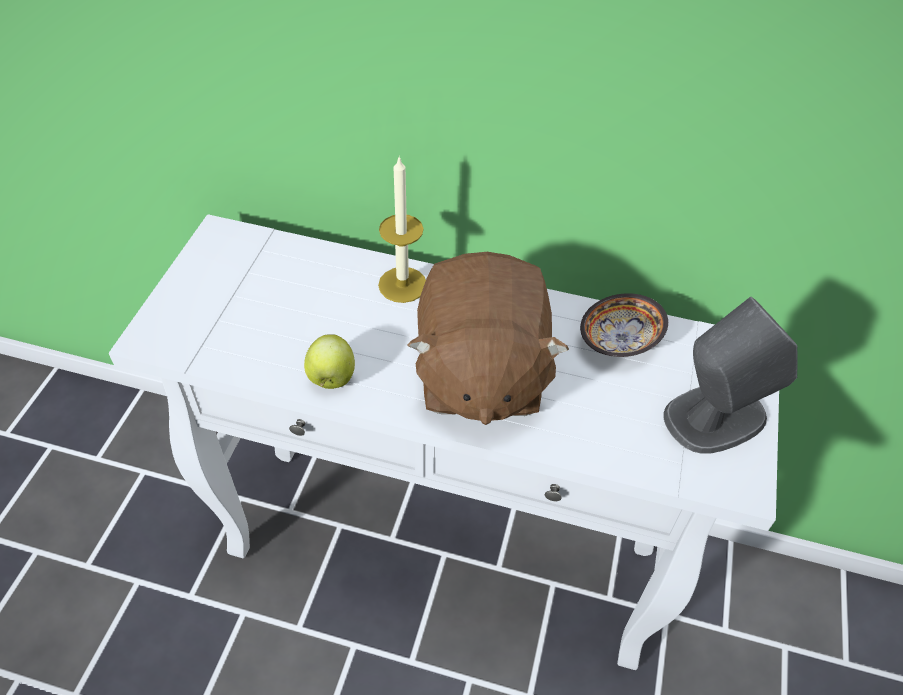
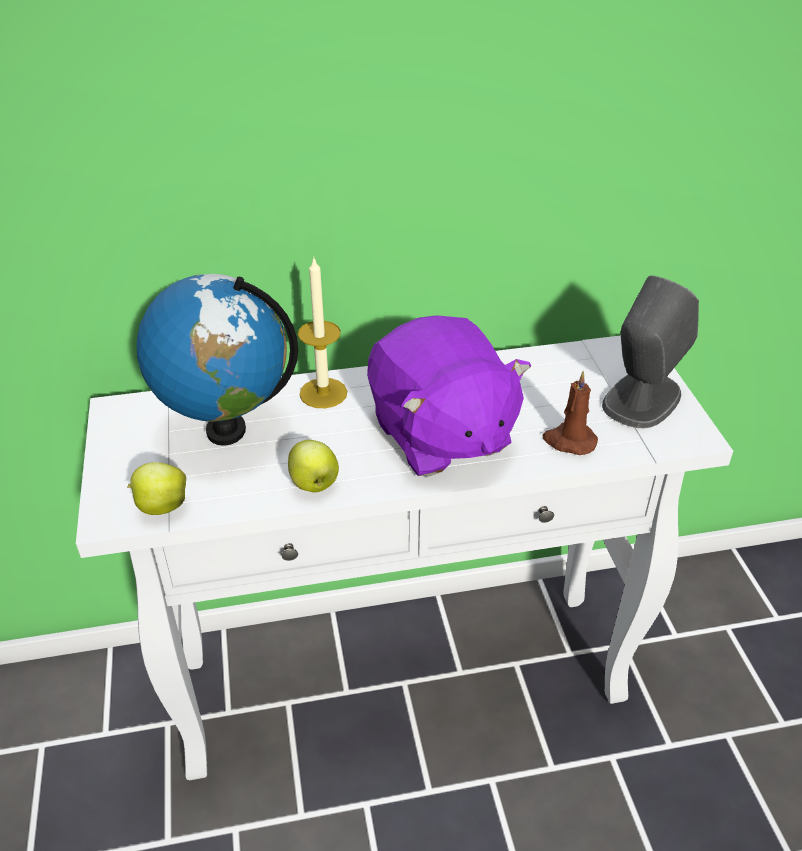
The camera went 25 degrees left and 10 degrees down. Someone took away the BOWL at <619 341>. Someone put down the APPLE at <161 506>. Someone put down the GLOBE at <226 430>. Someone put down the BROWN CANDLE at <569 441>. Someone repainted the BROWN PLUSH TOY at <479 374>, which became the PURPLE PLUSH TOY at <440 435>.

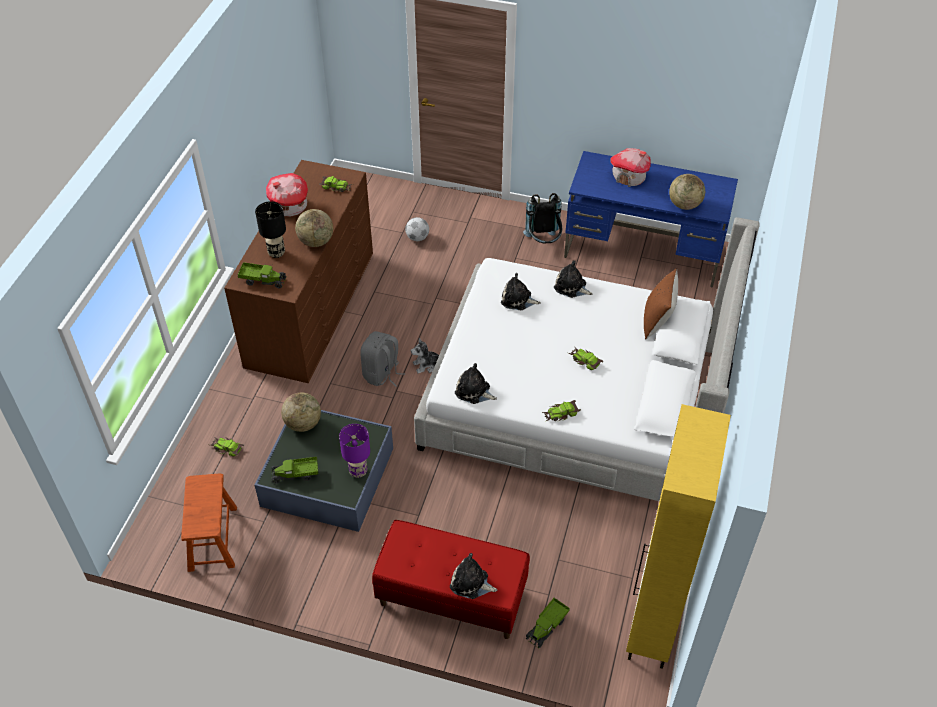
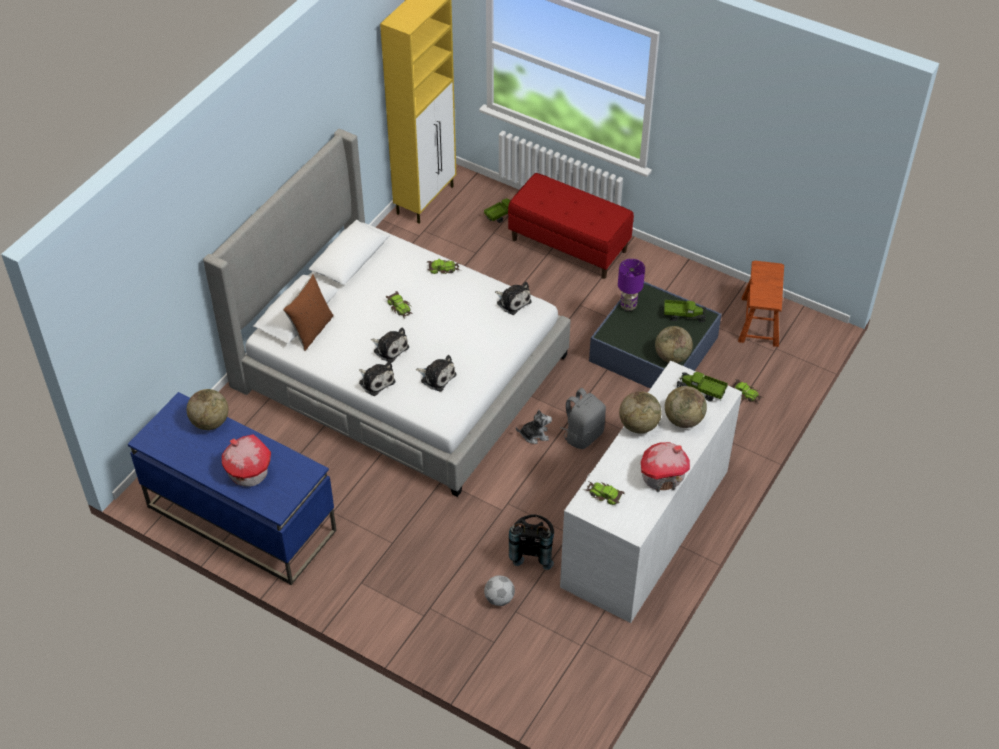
The camera went 165 degrees left and 0 degrees up. Someone carried the PLUSH TOY from <471 583> to <390 348>. Someone carried the BLACK BACKPACK from <543 242> to <532 551>. Someone swapped the BLACK TABLE LAMP at <276 253> for the GLOBE at <683 420>. Someone repainted the BROWN DRESSER at <311 308>, which became the WHITE DRESSER at <645 527>.

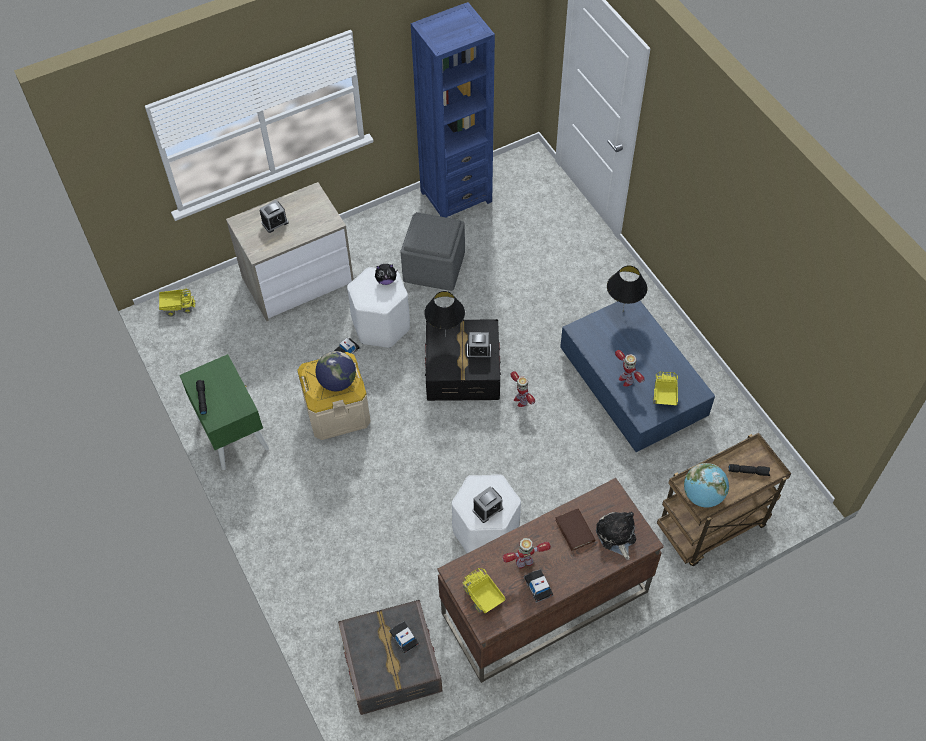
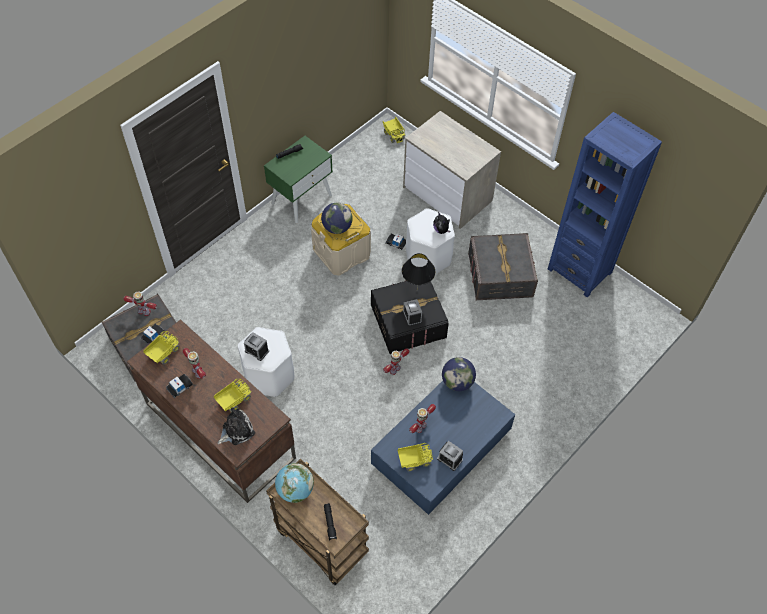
The camera went 70 degrees right and 0 degrees up. Someone took away the BLACK TABLE LAMP at <622 312>. Someone put down the TOY ROBOT at <144 312>. Someone put down the GLOBE at <457 382>. Someone carried the ALARM CLOCK from <275 222> to <449 459>. Someone swapped the GREY OTTOMAN at <433 266> for the GREY STORAGE BOX at <500 275>. Someone swapped the BROWN BOOK at <575 530> for the TOY TRUCK at <234 400>.

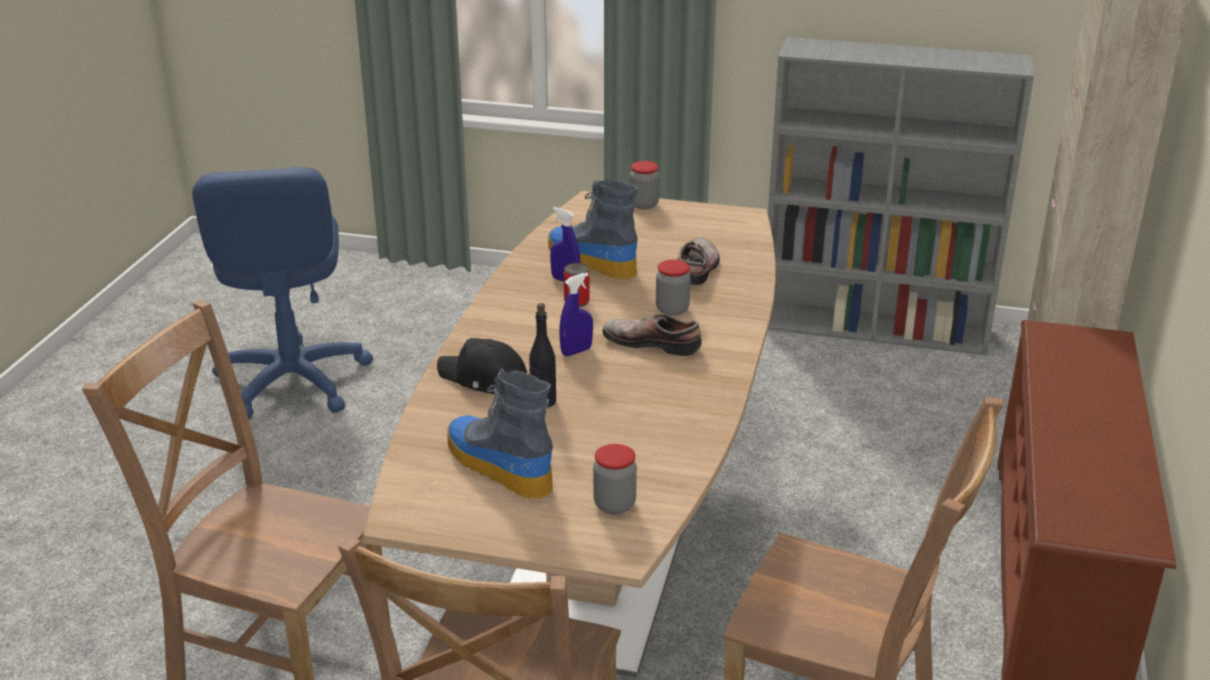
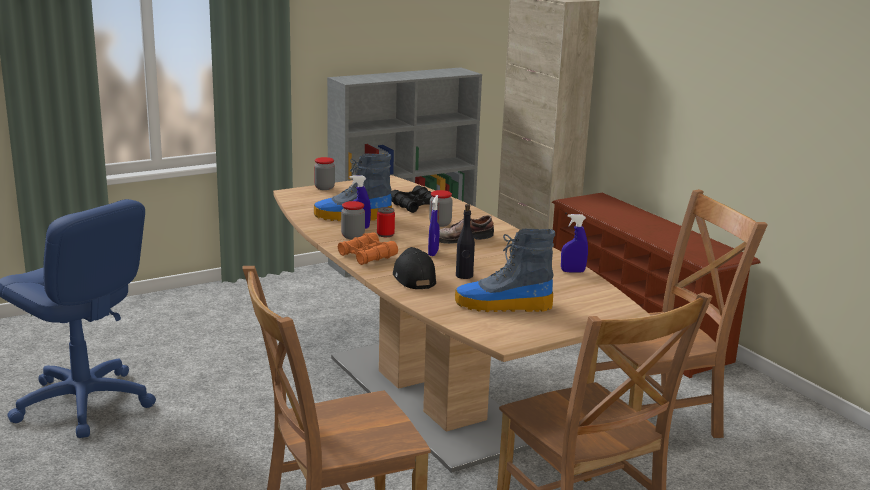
The camera went 45 degrees left and 10 degrees down. Someone put down the ORANGE BINOCULARS at <367 256>. Someone put down the BLUE SPRAY BOTTLE at <572 271>. Someone carried the JAR from <614 504> to <353 236>. Someone swapped the SHOE at <698 269> for the BLACK BINOCULARS at <415 205>. Someone rotated the BLACK CAP at <483 379> by 90 degrees clockwise.

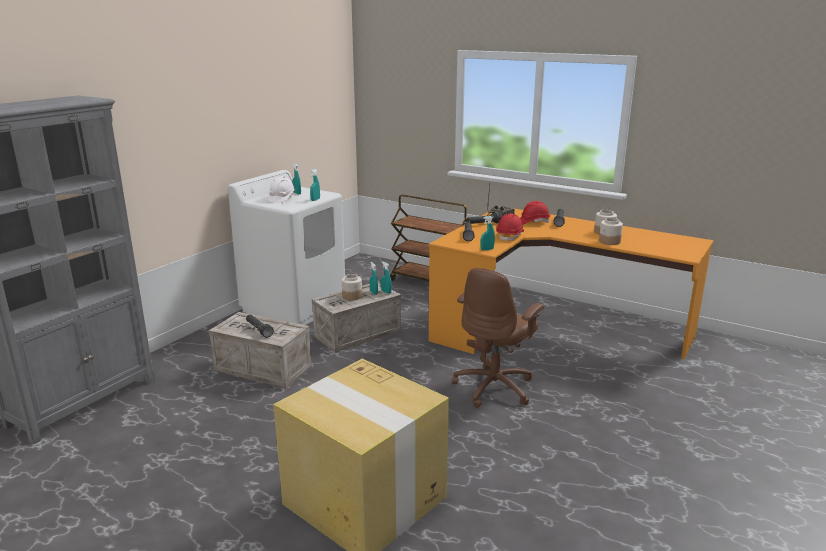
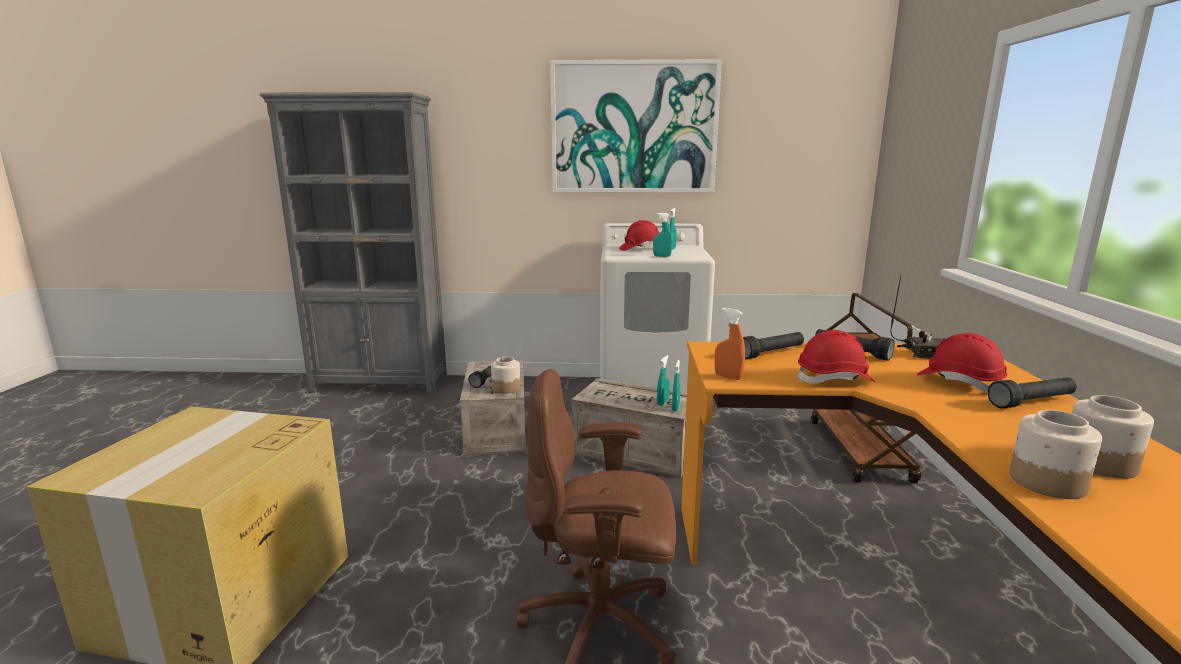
The camera went 60 degrees right and 5 degrees down. Someone put up the PICTURE at <634 128>. Someone carried the JAR from <352 296> to <506 388>. Someone repainted the WHITE HARD HAT at <281 198>, which became the RED HARD HAT at <640 249>. Someone repainted the TURQUOISE SPRAY BOTTLE at <487 249>, which became the ORANGE SPRAY BOTTLE at <728 377>.

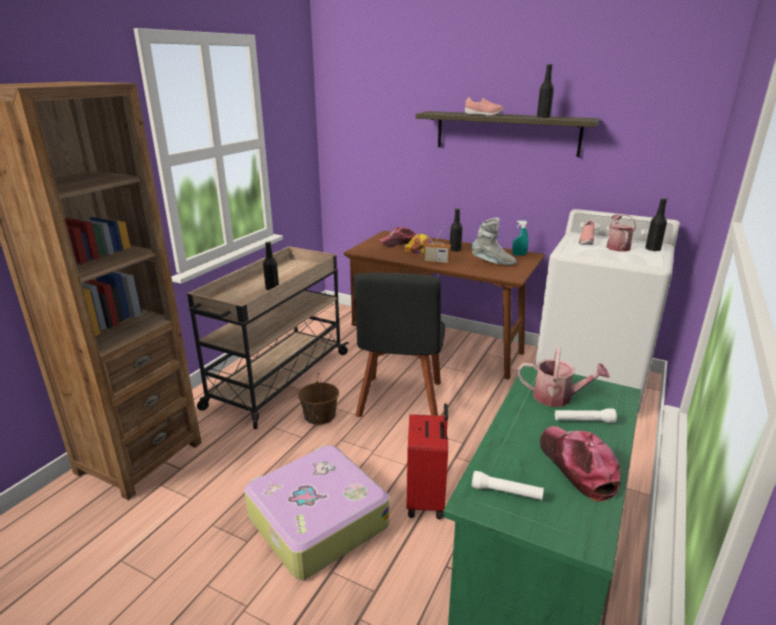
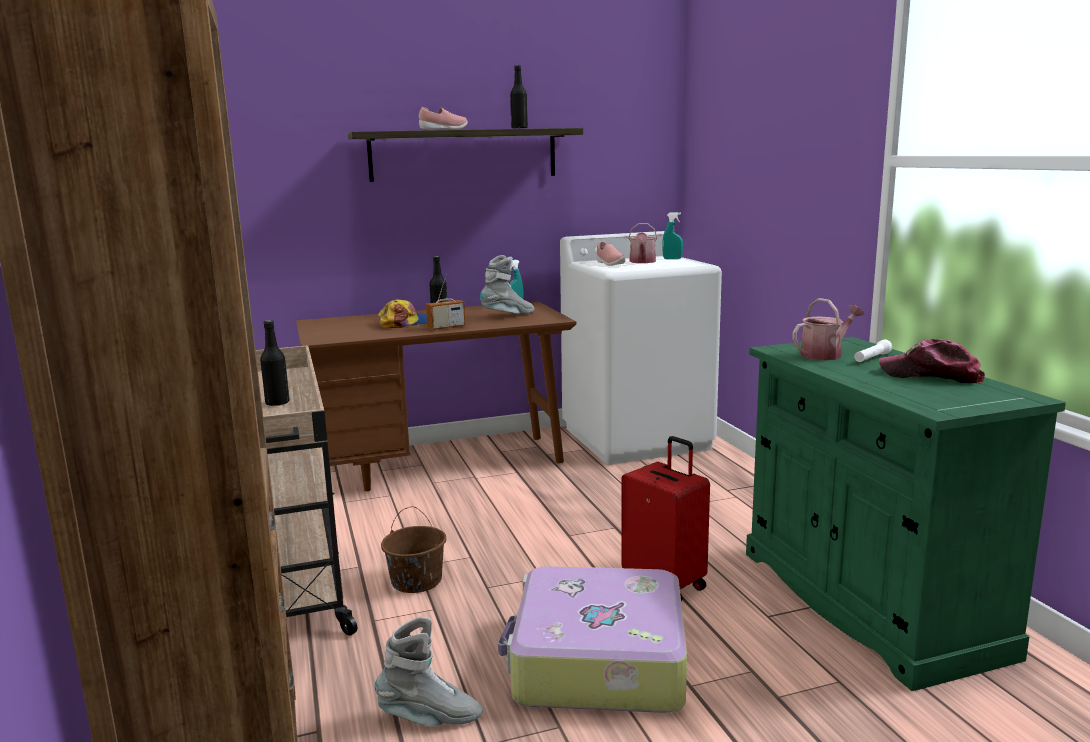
The camera went 45 degrees left and 10 degrees down. Someone took away the BLACK CHAIR at <400 402>. Someone took away the CAP at <399 243>. Someone took away the WHITE FLASHLIGHT at <506 492>. Someone put down the GREY BOOT at <430 718>. Someone swapped the BLACK BOTTLE at <652 249> for the TURQUOISE SPRAY BOTTLE at <672 259>. Someone rotated the WATERING CAN at <617 246> by 135 degrees counterclockwise.

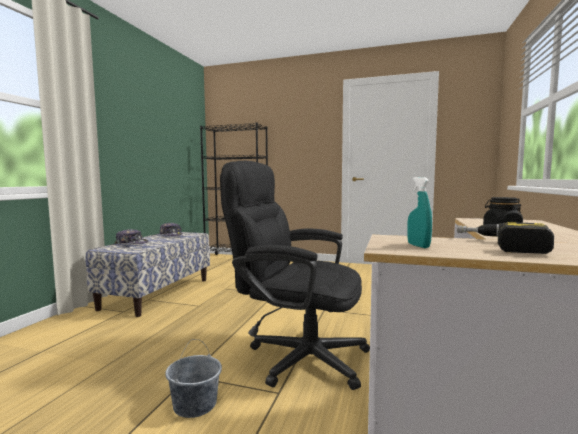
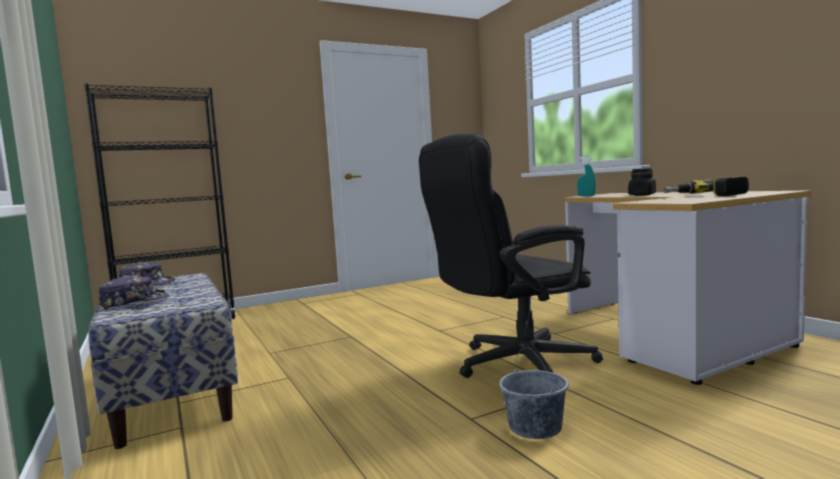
The camera went 45 degrees left and 0 degrees up. Someone carried the TURQUOISE SPRAY BOTTLE from <418 246> to <586 196>.

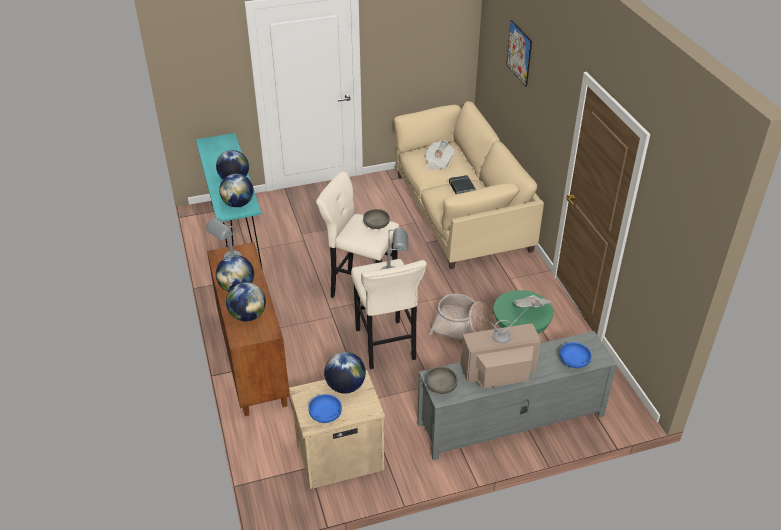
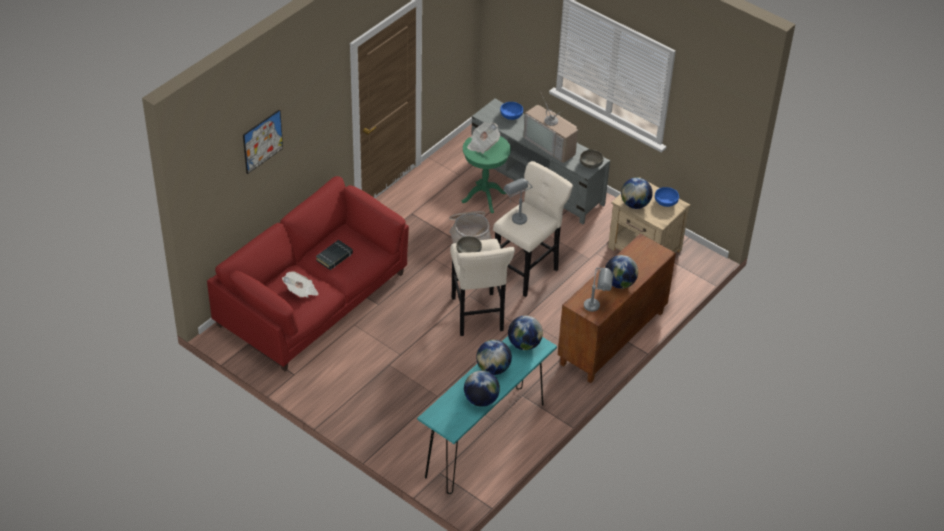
The camera went 125 degrees left and 5 degrees up. Someone carried the GLOBE from <248 316> to <481 400>. Someone repainted the BEIGE SOFA at <460 212>, which became the RED SOFA at <312 300>.

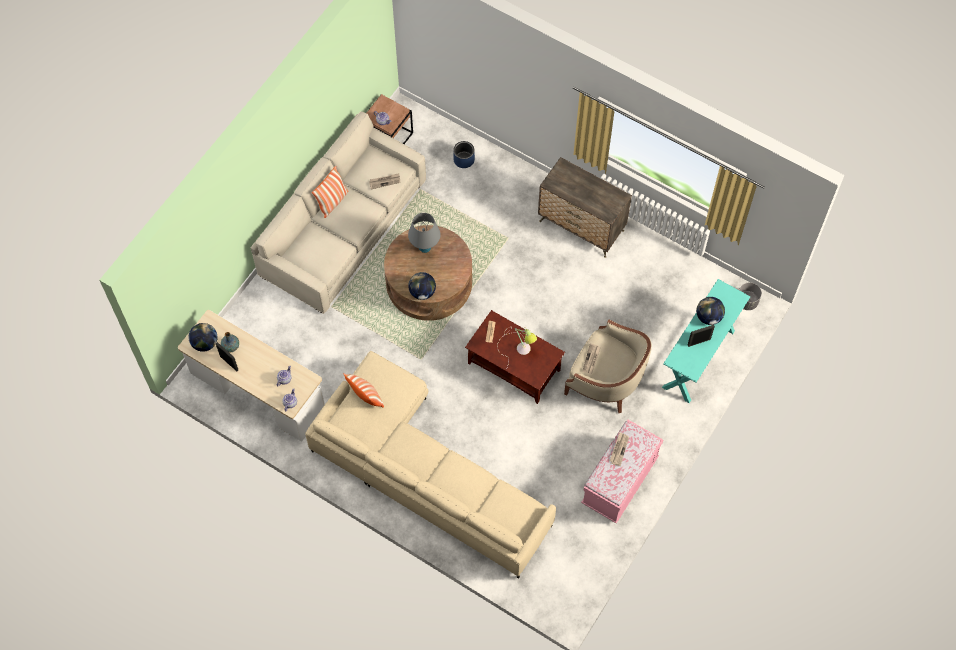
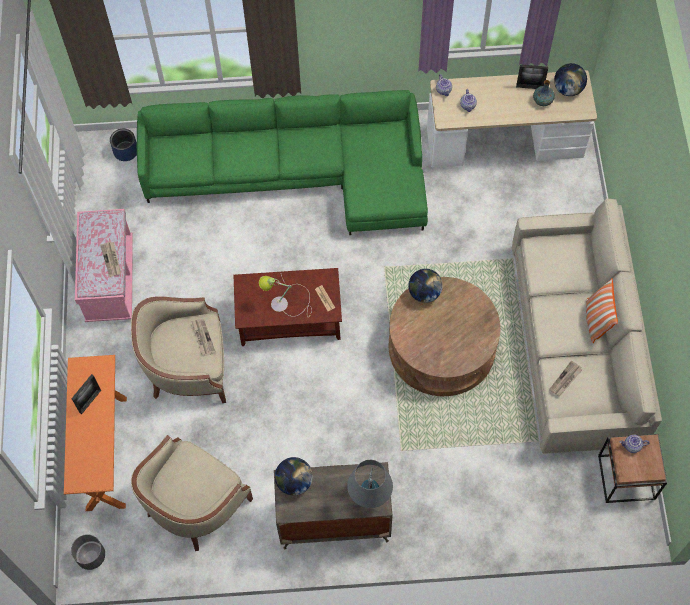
The camera went 145 degrees right and 0 degrees up. Someone took away the PILLOW at <366 397>. Someone put down the BEIGE ARMCHAIR at <194 503>. Someone carried the GREY TABLE LAMP from <425 248> to <369 497>. Someone carried the BLUE PLANTER from <464 159> to <126 151>. Someone carried the GLOBE from <708 317> to <294 482>. Someone repainted the BEIGE SOFA at <424 472>, which became the GREEN SOFA at <297 173>. Someone repainted the TURQUOISE CONSOLE TABLE at <698 359>, which became the ORANGE CONSOLE TABLE at <106 452>.

